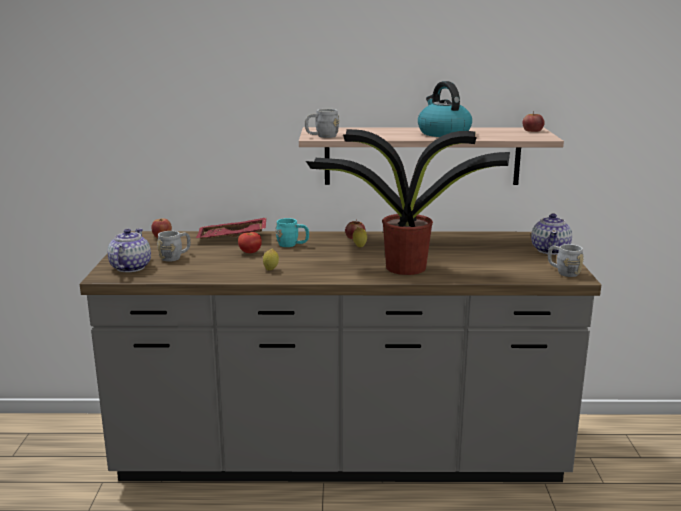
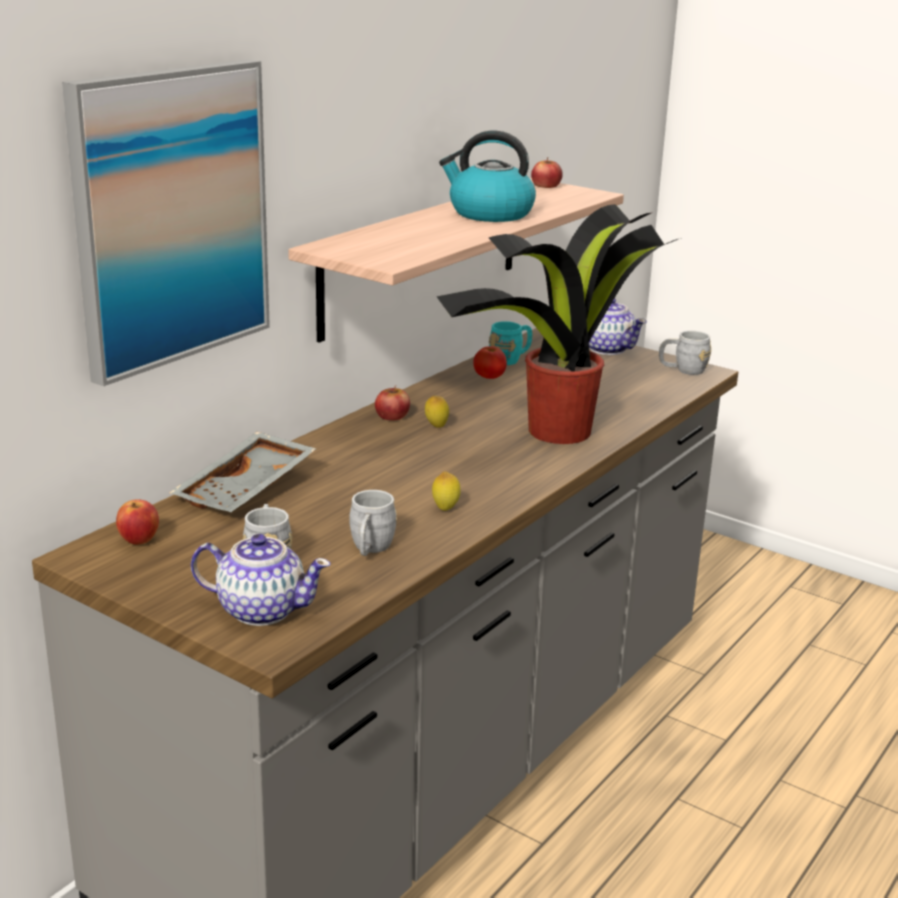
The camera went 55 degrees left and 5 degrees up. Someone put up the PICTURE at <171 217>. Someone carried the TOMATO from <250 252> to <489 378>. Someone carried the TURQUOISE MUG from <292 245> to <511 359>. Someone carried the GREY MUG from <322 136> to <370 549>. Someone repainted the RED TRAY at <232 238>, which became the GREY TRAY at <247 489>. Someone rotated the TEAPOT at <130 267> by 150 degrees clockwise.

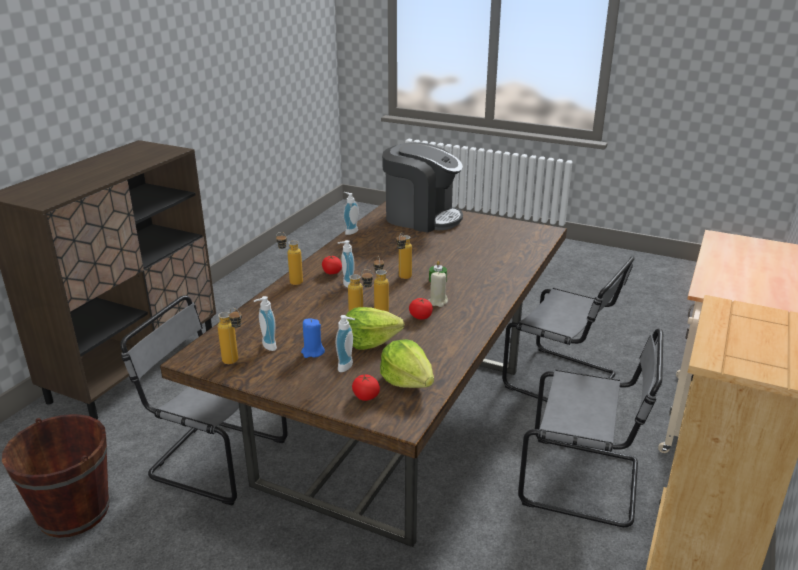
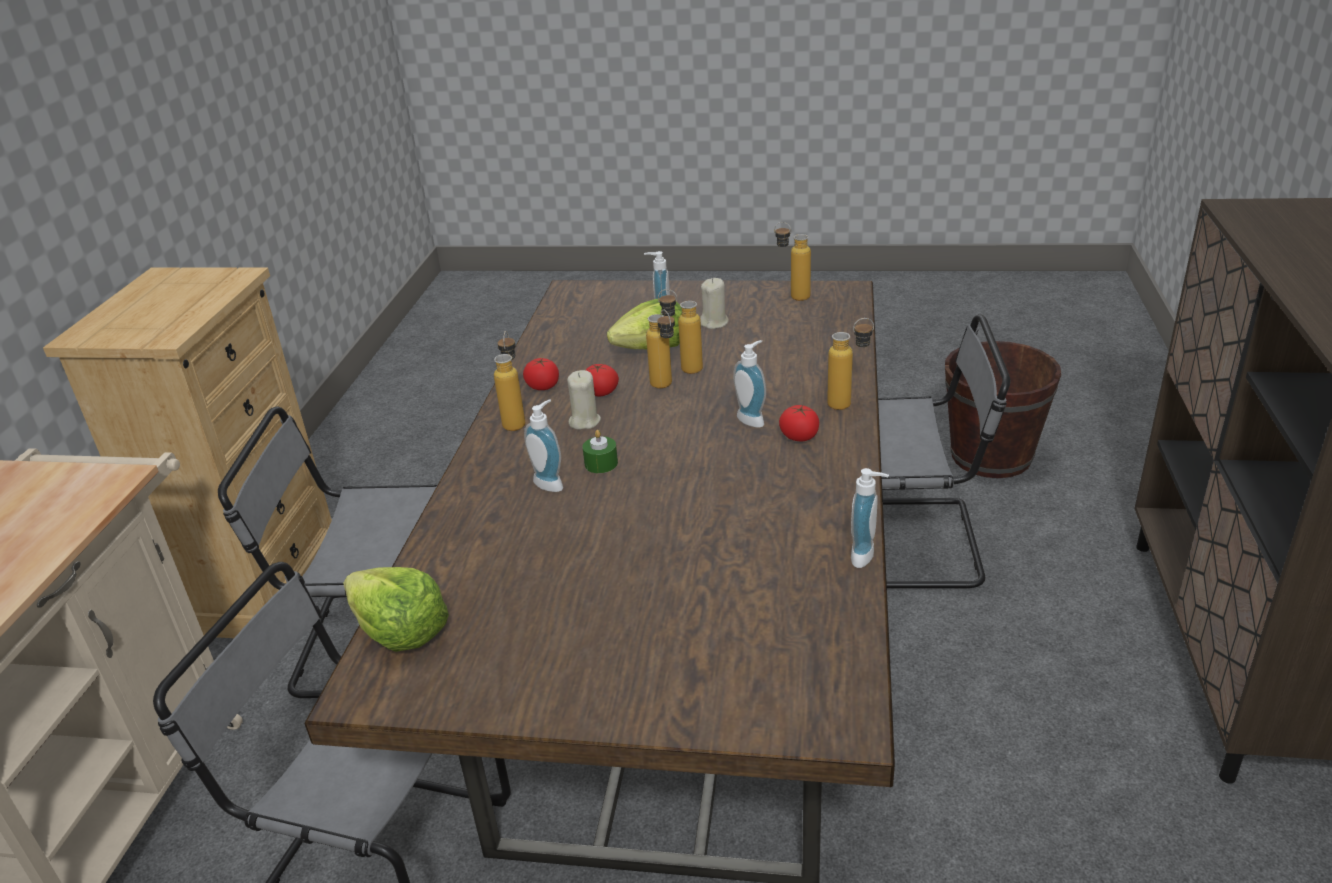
The camera went 165 degrees right and 5 degrees up. Someone took away the COFFEE MACHINE at <421 217>. Someone carried the SOAP DISPENSER from <267 346> to <551 482>. Someone carried the TOMATO from <365 397> to <543 386>. Someone carried the LETTUCE from <407 380> to <400 631>. Someone carried the BOTTLE from <403 279> to <515 420>. Someone repainted the BLUE CANDLE at <312 352>, which became the BEIGE CANDLE at <714 323>.

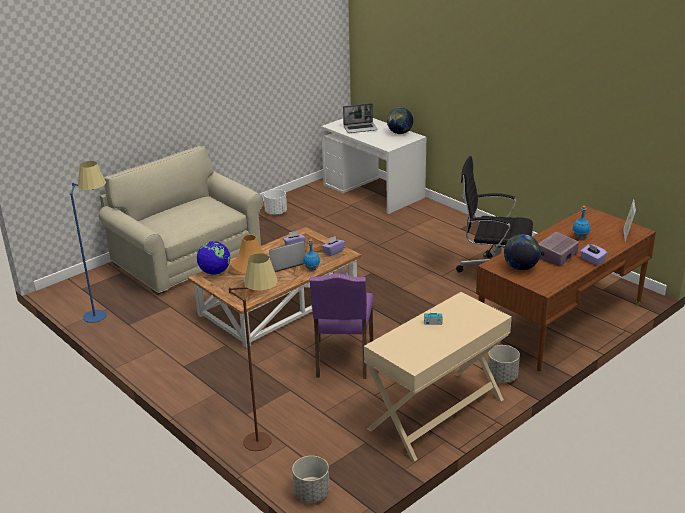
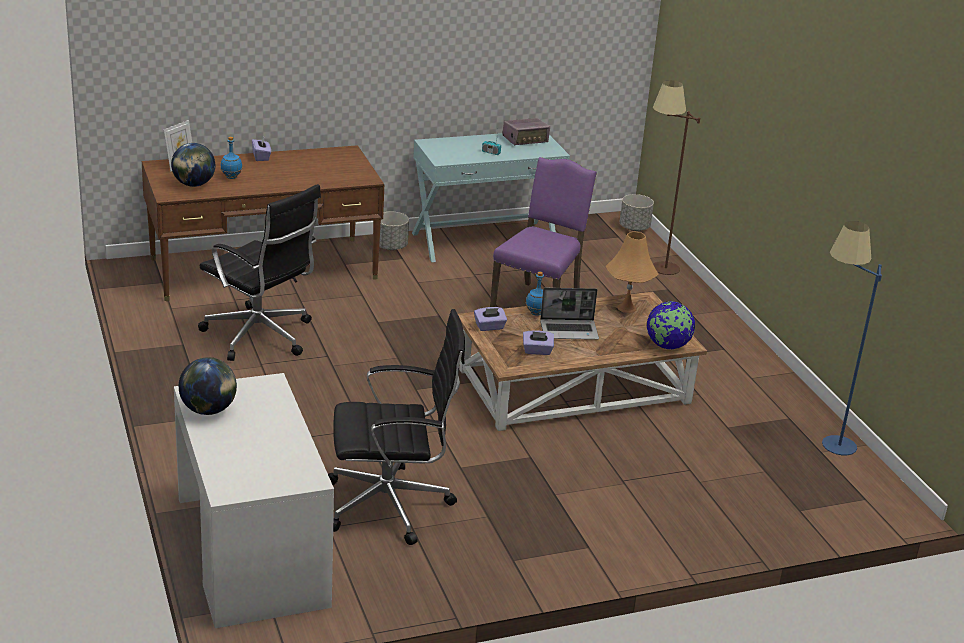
The camera went 160 degrees left and 0 degrees up. Someone took away the BEIGE SOFA at <187 258>. Someone took away the WHITE PLANTER at <276 212>. Someone took away the LAPTOP at <360 128>. Someone put down the BLACK OFFICE CHAIR at <391 505>. Someone carried the GLOBE from <520 268> to <193 185>. Someone carried the RADIO from <556 256> to <525 140>. Someone repainted the BEIGE CONSOLE TABLE at <437 414>, which became the TURQUOISE CONSOLE TABLE at <484 241>.

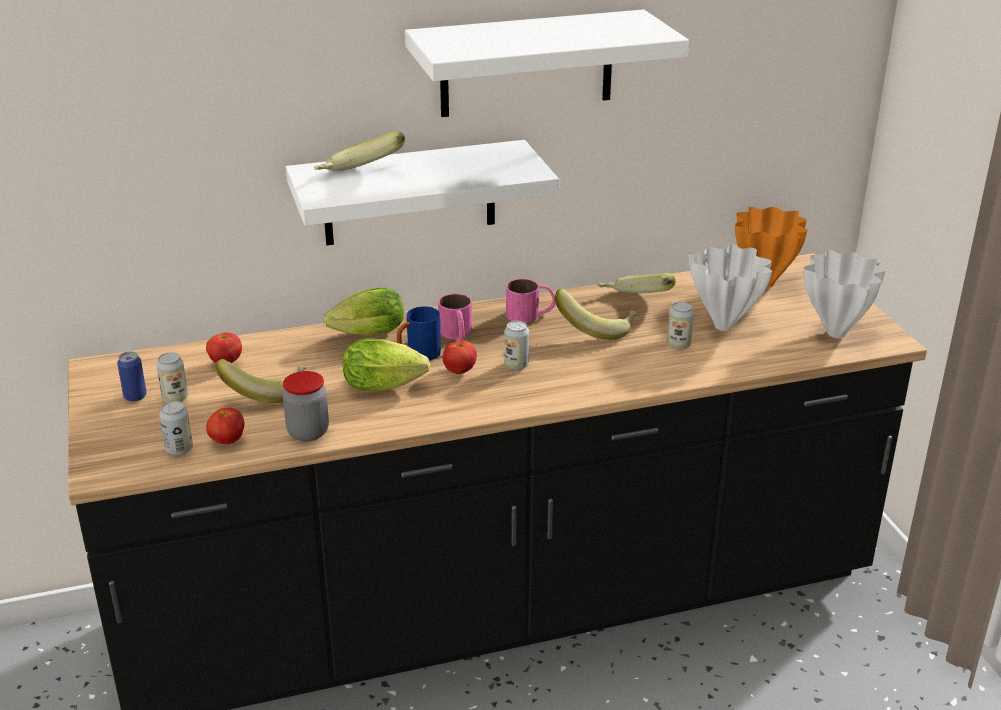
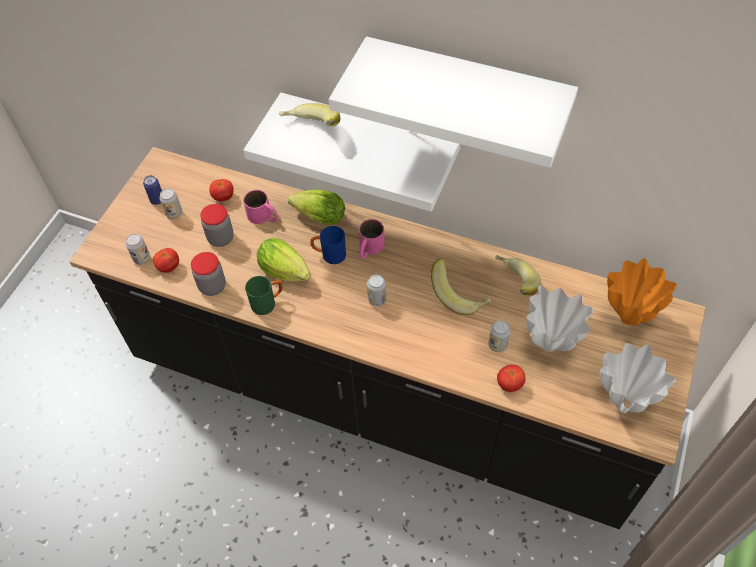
The camera went 40 degrees right and 25 degrees up. Someone put down the GREEN MUG at <267 303>. Someone carried the TOMATO from <459 371> to <509 384>. Someone carried the PINK MUG from <530 314> to <264 217>. Someone swapped the BANANA at <266 393> for the JAR at <221 238>.

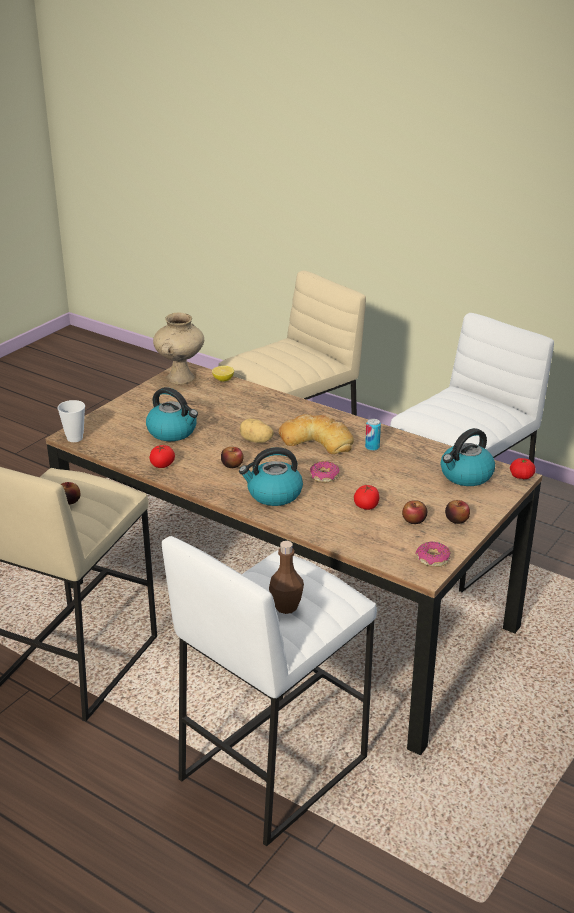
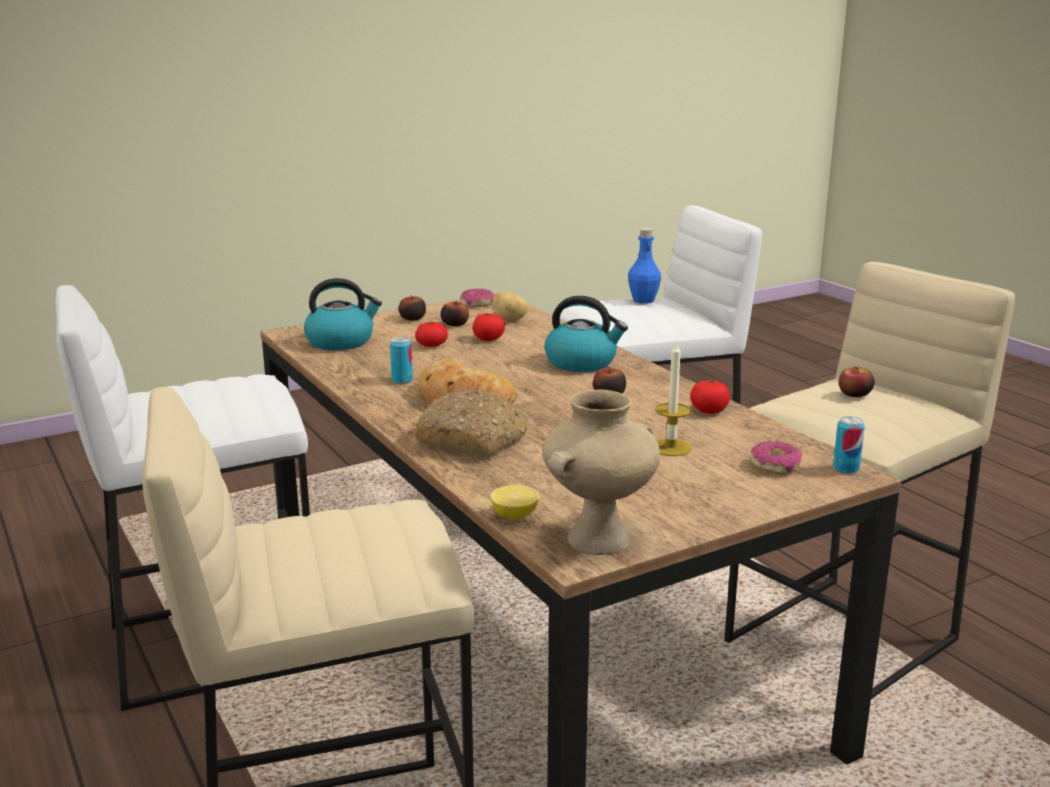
The camera went 155 degrees left and 10 degrees down. Someone put down the BREAD at <473 439>. Someone carried the POTATO from <256 441> to <509 318>. Someone carried the DONUT from <324 477> to <775 466>. Someone carried the TOMATO from <521 476> to <431 345>. Someone swapped the CUP at <75 438> for the CAN at <846 469>. Someone swapped the KETTLE at <173 432> for the CANDLE at <670 447>. Someone repainted the BROWN BOTTLE at <286 607>, which became the BLUE BOTTLE at <643 300>.

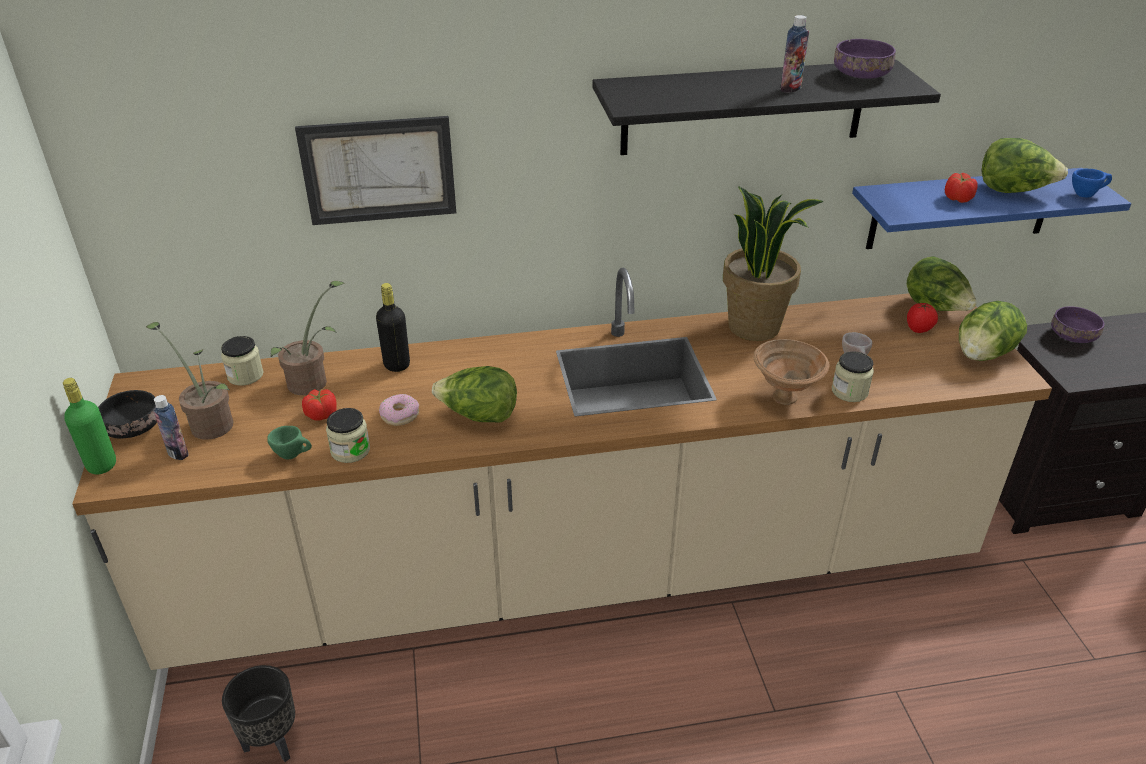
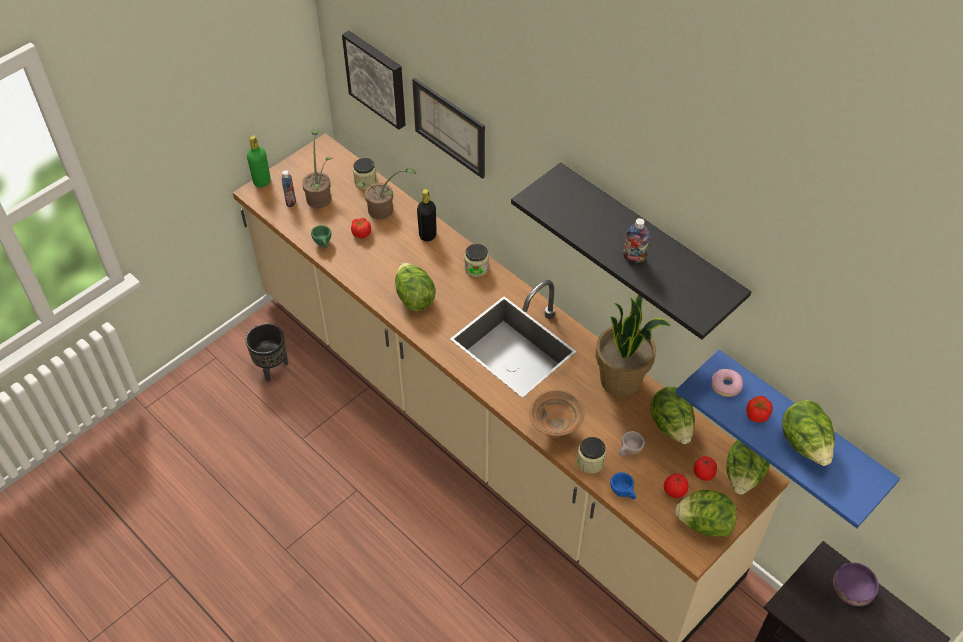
The camera went 55 degrees right and 15 degrees up. Someone took away the BLACK BOWL at <134 426>. Someone took away the PURPLE BOWL at <861 75>. Someone put up the PICTURE at <377 78>. Someone put down the LETTUCE at <671 425>. Someone put down the TOMATO at <674 491>. Someone carried the JAR from <350 450> to <476 268>. Someone carried the DONUT from <400 415> to <726 386>. Someone carried the BLUE CUP from <1086 195> to <623 493>.

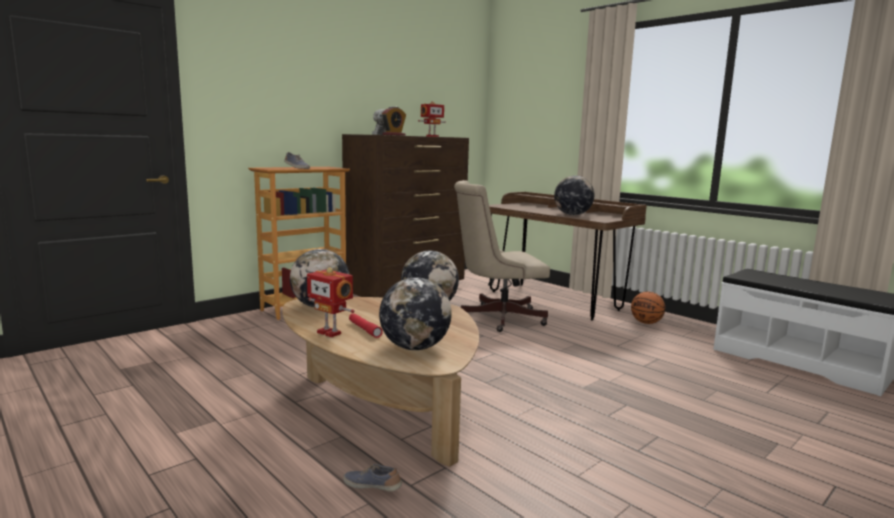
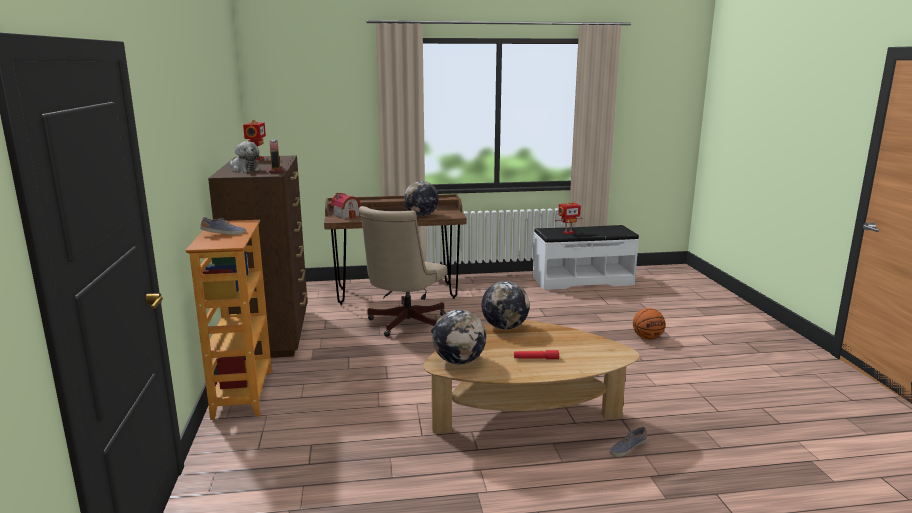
The camera went 55 degrees left and 5 degrees up. Someone took away the GLOBE at <414 347>. Someone put down the TOY HOUSE at <347 215>. Someone carried the TOY ROBOT from <330 332> to <568 232>. Someone carried the BASKETBALL from <646 323> to <647 338>.

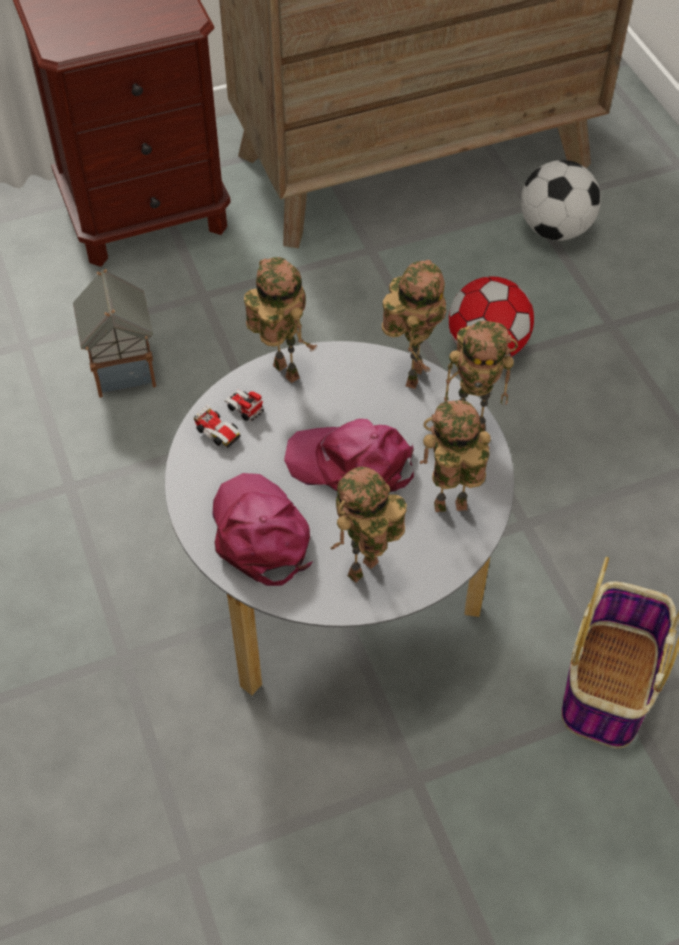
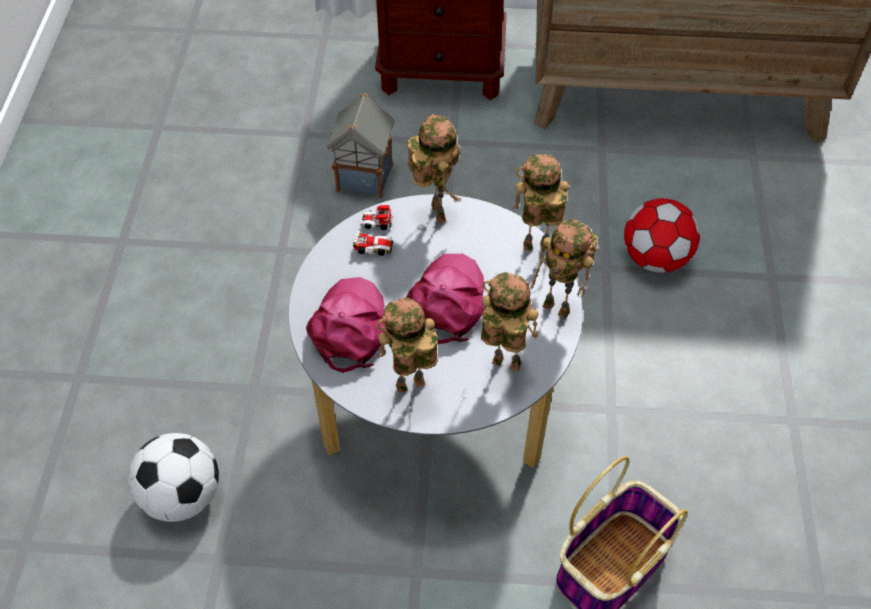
The camera went 25 degrees right and 0 degrees up. Someone carried the FOOTBALL from <554 229> to <182 495>. Someone rotated the TOY CAR at <231 422> by 60 degrees counterclockwise. Someone rotated the PINK CAP at <352 464> by 60 degrees clockwise. Someone rotated the TOY ROBOT at <411 374> by 135 degrees counterclockwise.

